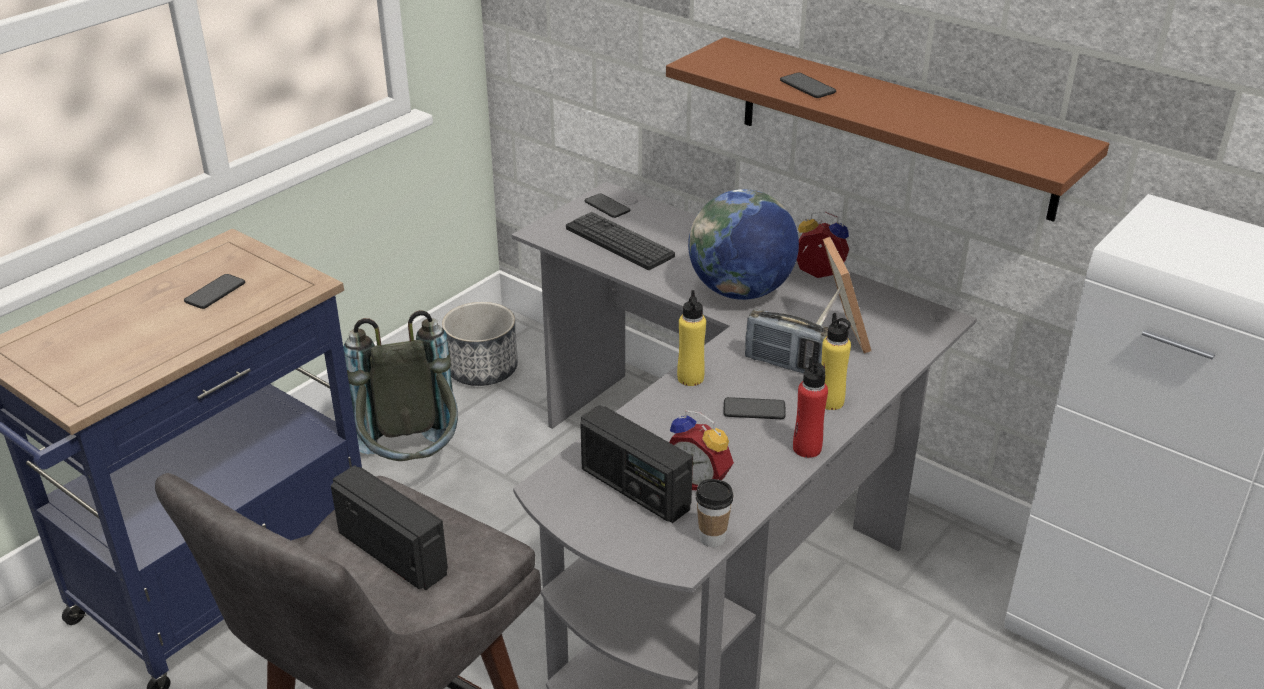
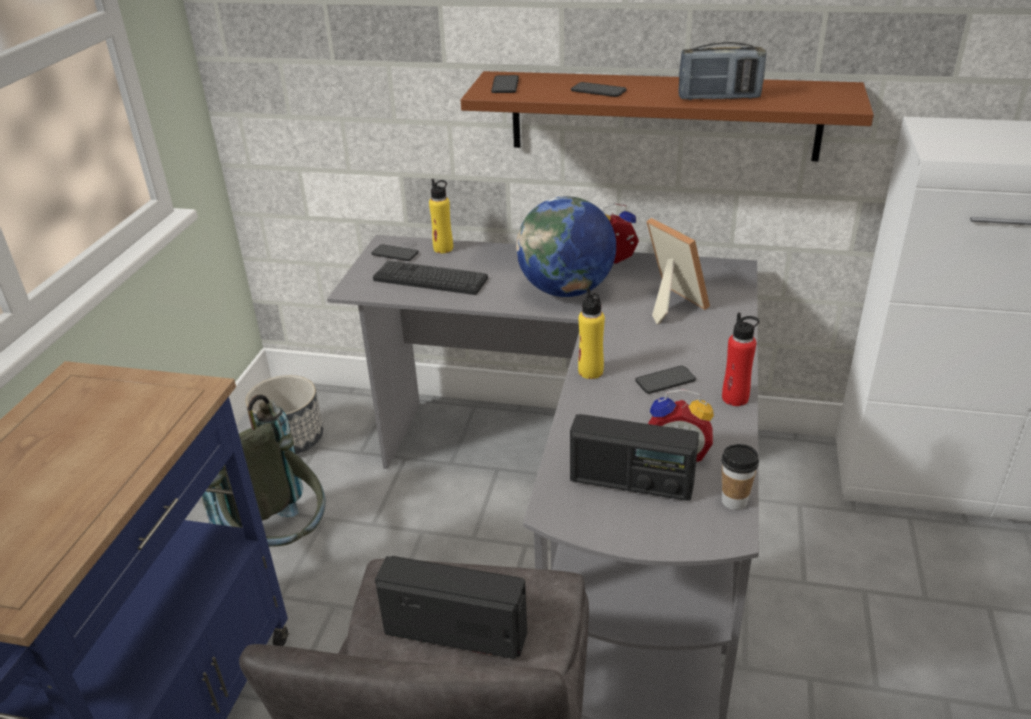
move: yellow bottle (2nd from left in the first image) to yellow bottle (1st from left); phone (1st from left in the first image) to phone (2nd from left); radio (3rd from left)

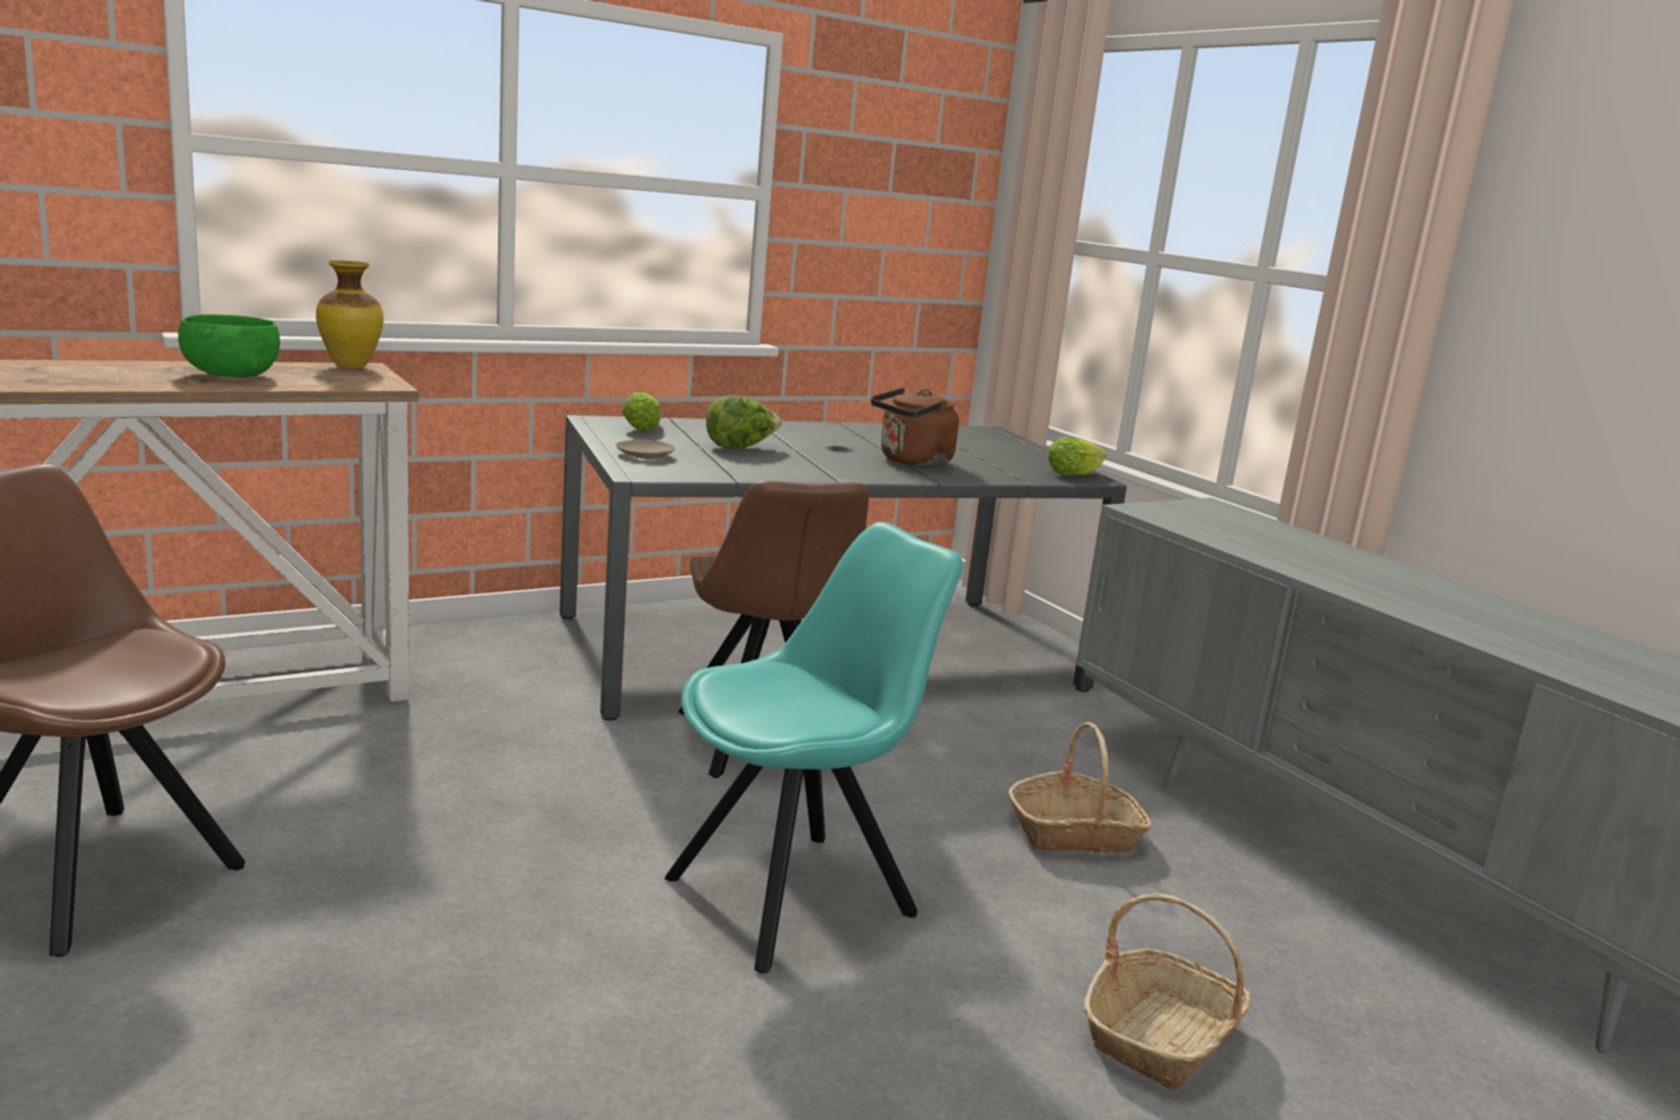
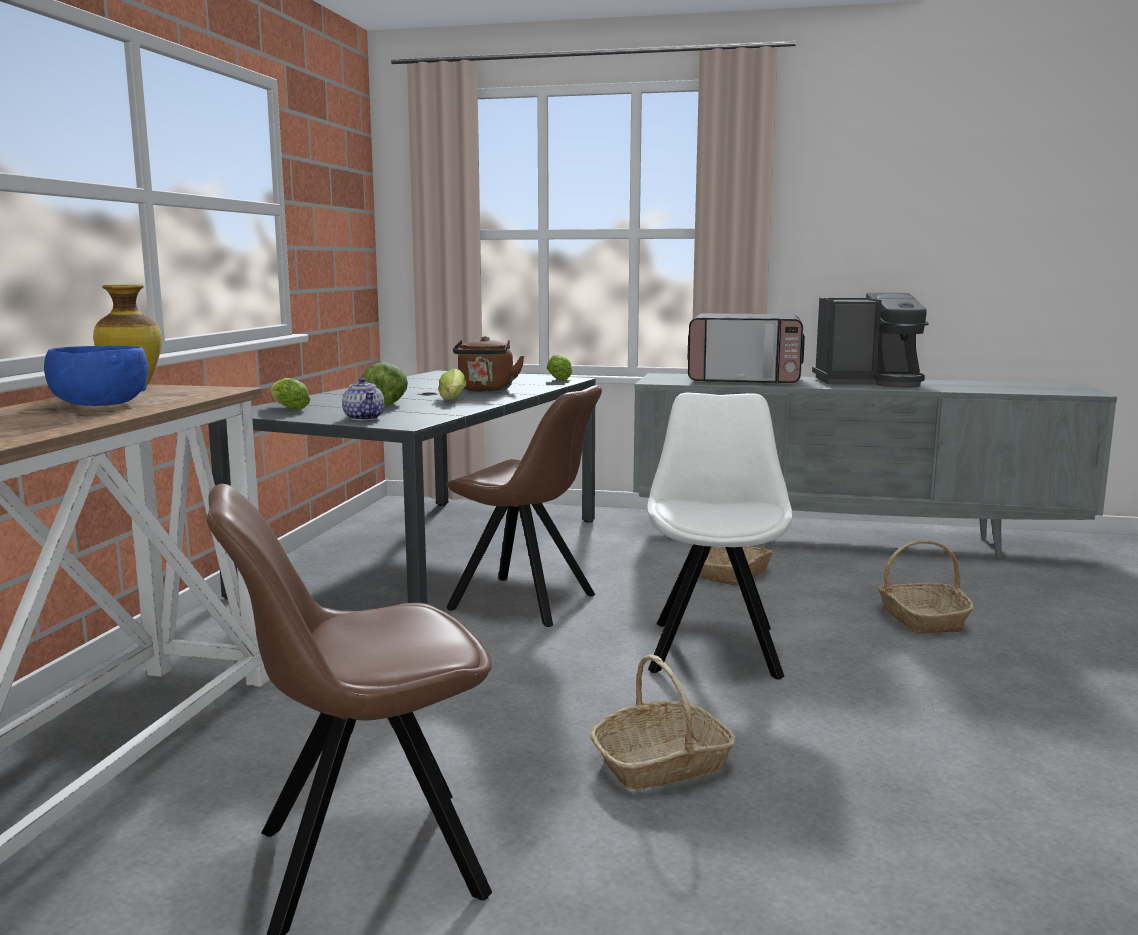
insert: lettuce (3rd from left); basket (1st from left); microwave; coffee machine
replace: beige plate to teapot
recolor: green bowl to blue bowl; turquoise chair to white chair

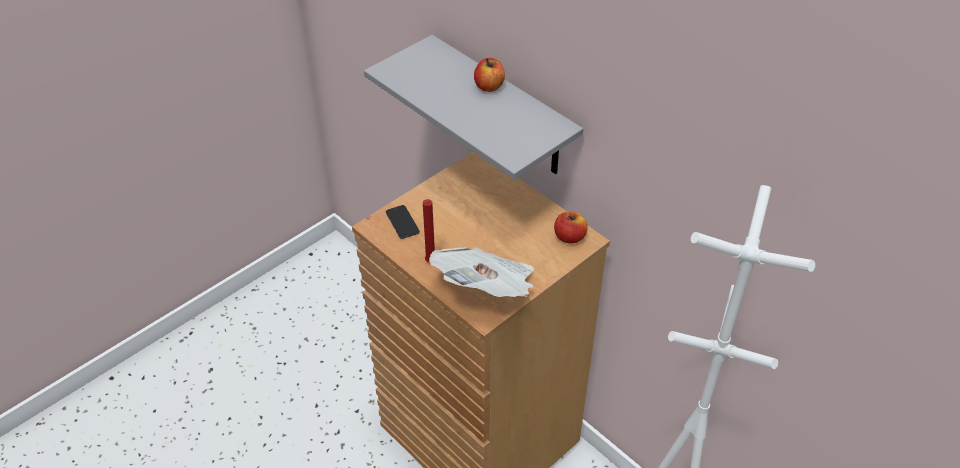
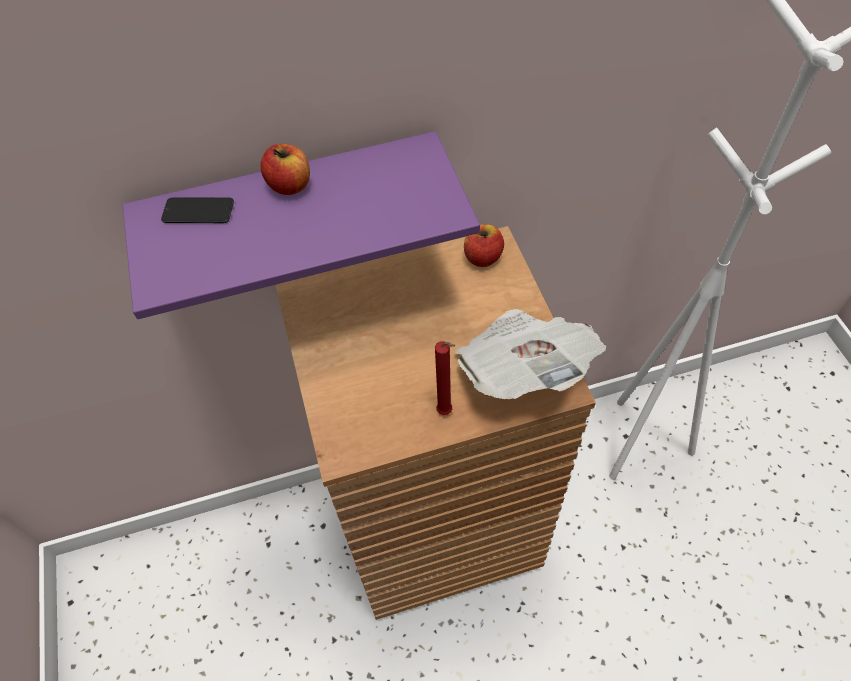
move: phone
recolor: grey shelf to purple shelf

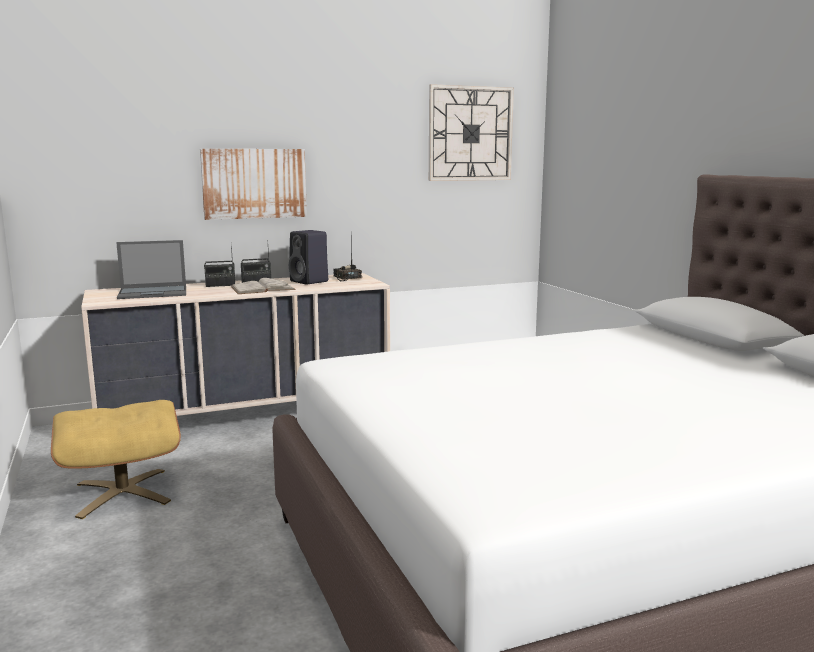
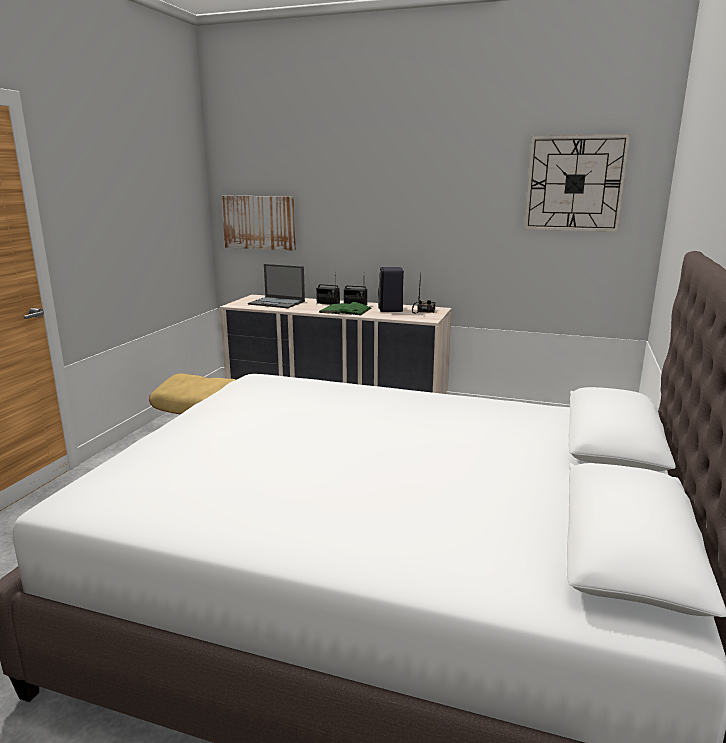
move: picture
recolor: white book to green book

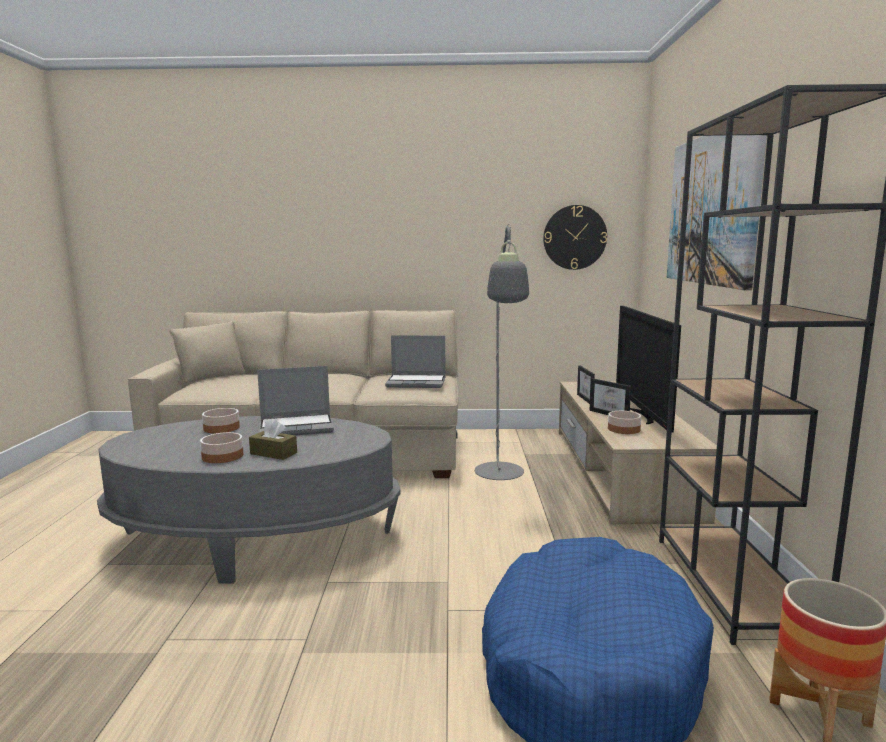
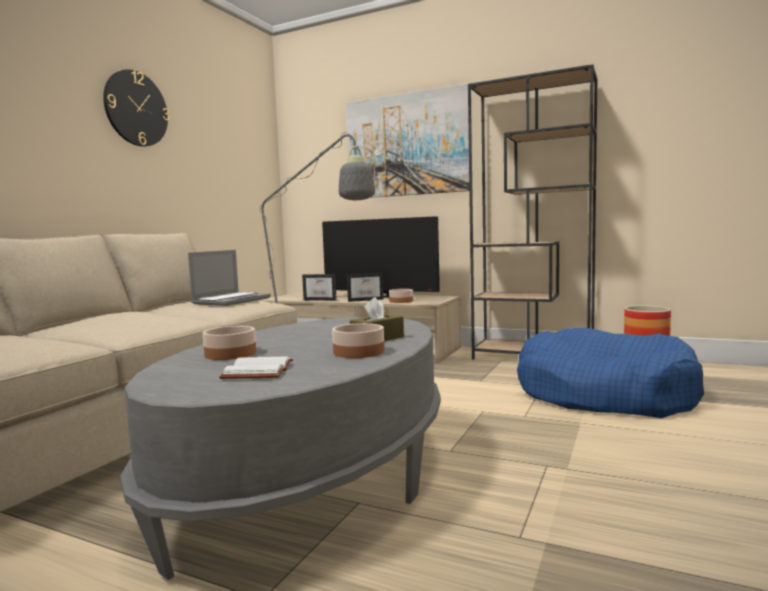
delete: laptop (1st from left)
insert: white book
move: wall clock

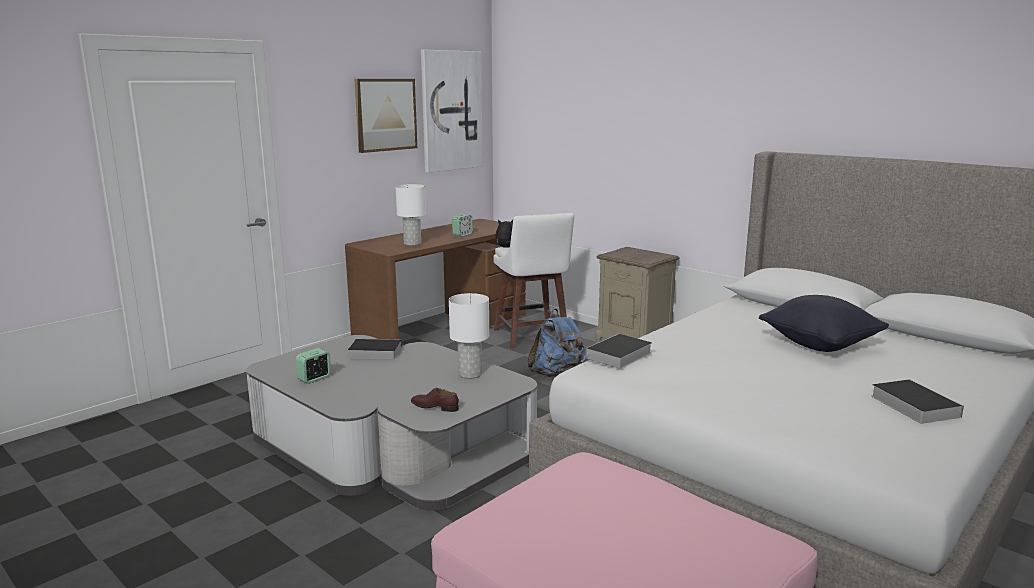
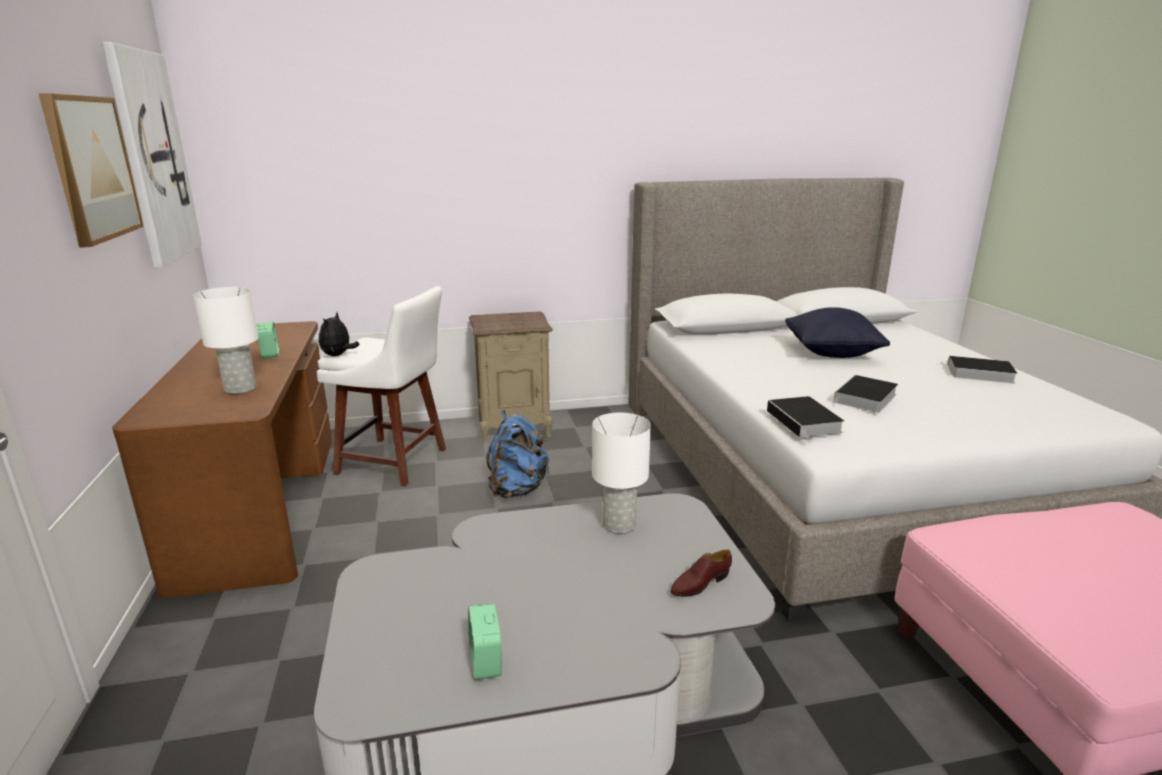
move: book (1st from left in the first image) to book (2nd from left)

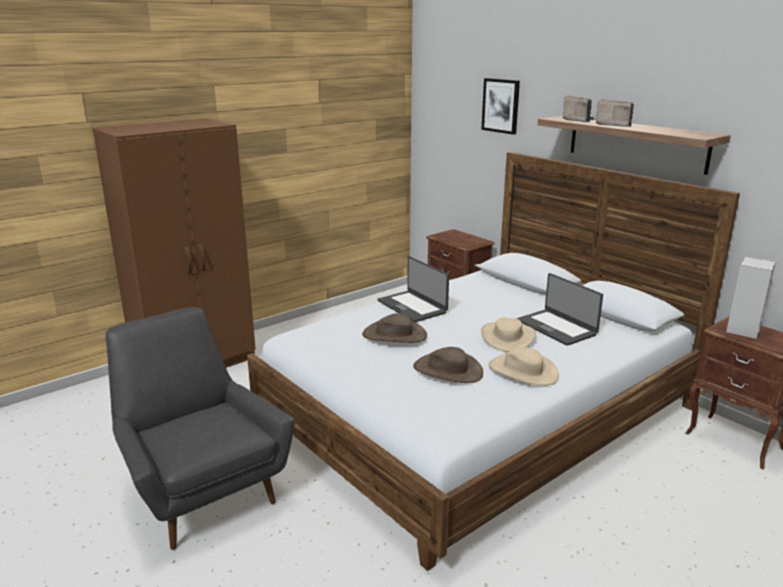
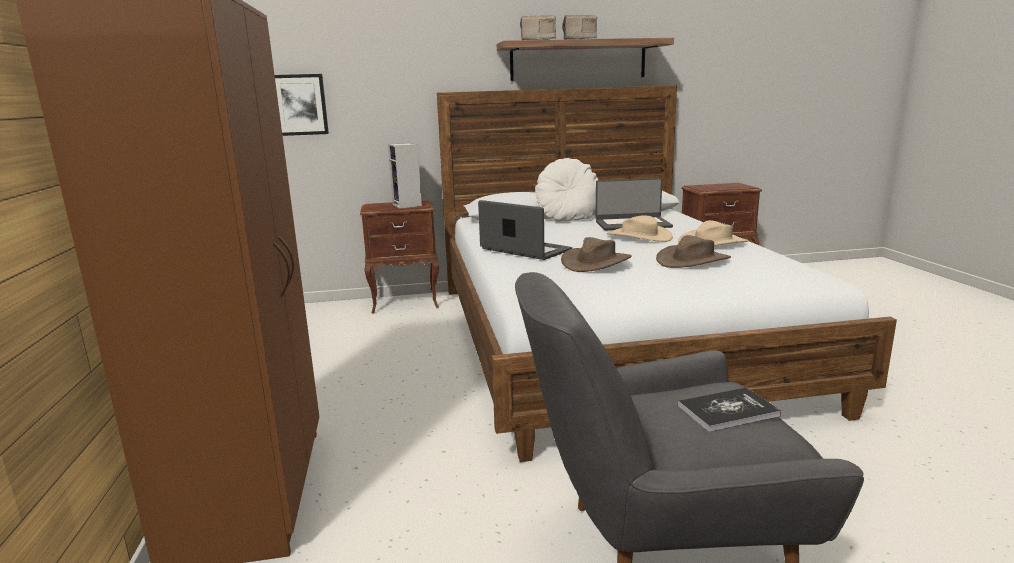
insert: white pillow; book
move: picture; speaker
rotate: laptop (1st from left) 135 degrees counterclockwise

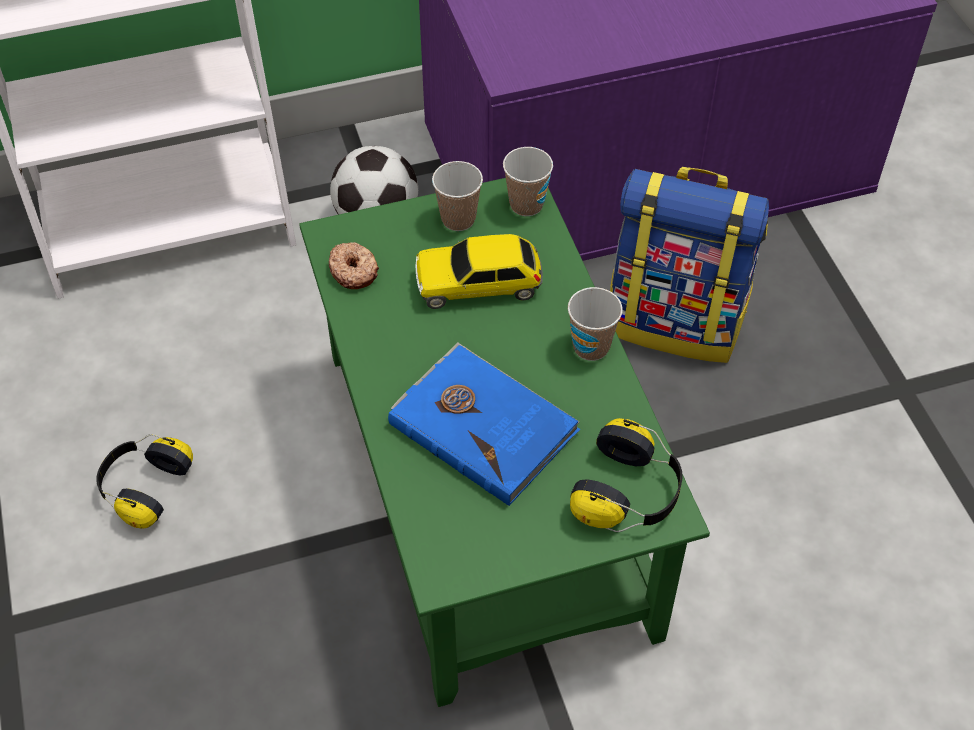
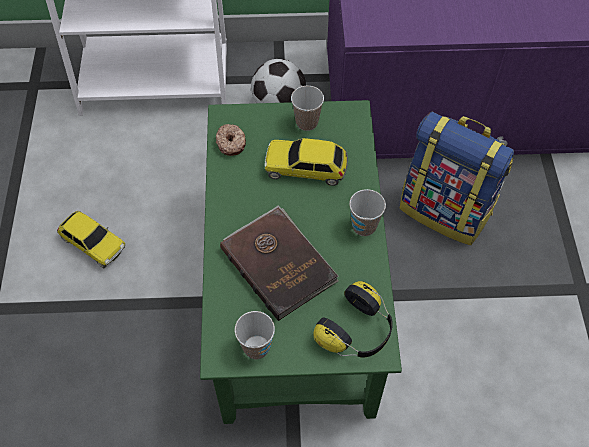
move: cup (2nd from left in the first image) to cup (1st from left)
replace: headphones (1st from left) to toy car (1st from left)
recolor: blue book to brown book

